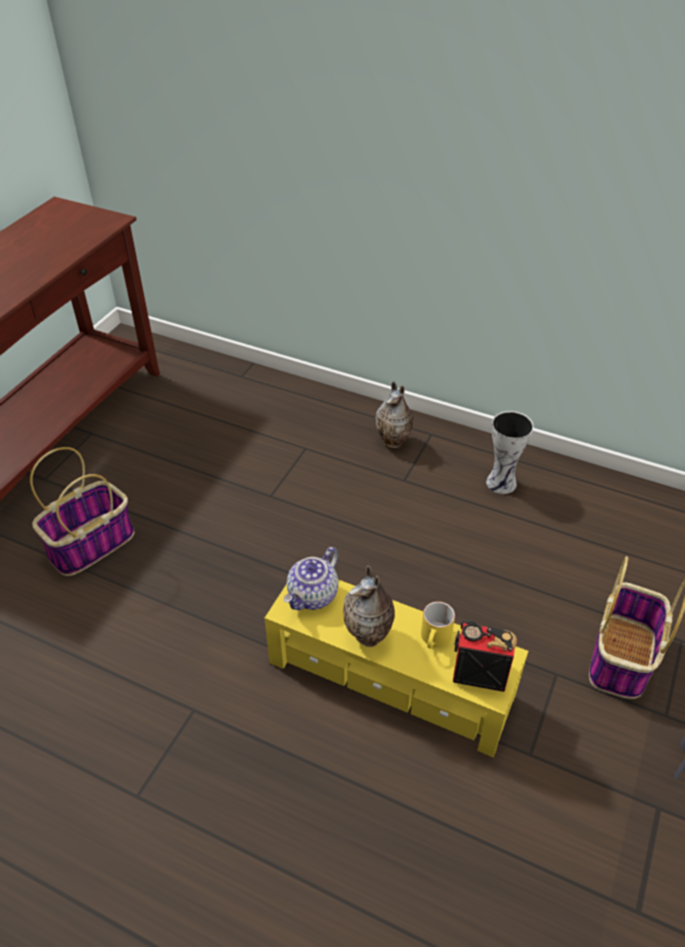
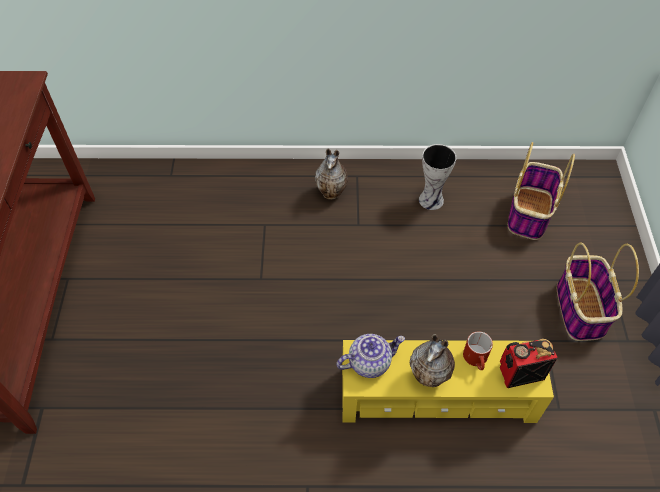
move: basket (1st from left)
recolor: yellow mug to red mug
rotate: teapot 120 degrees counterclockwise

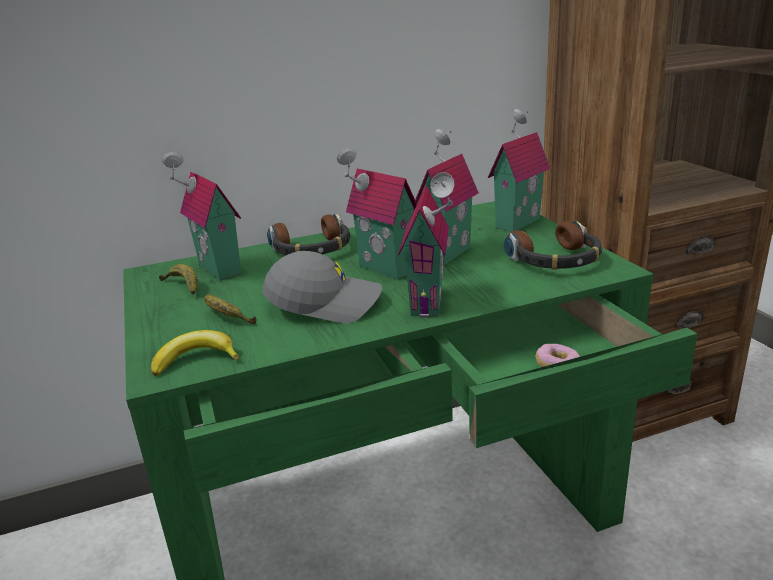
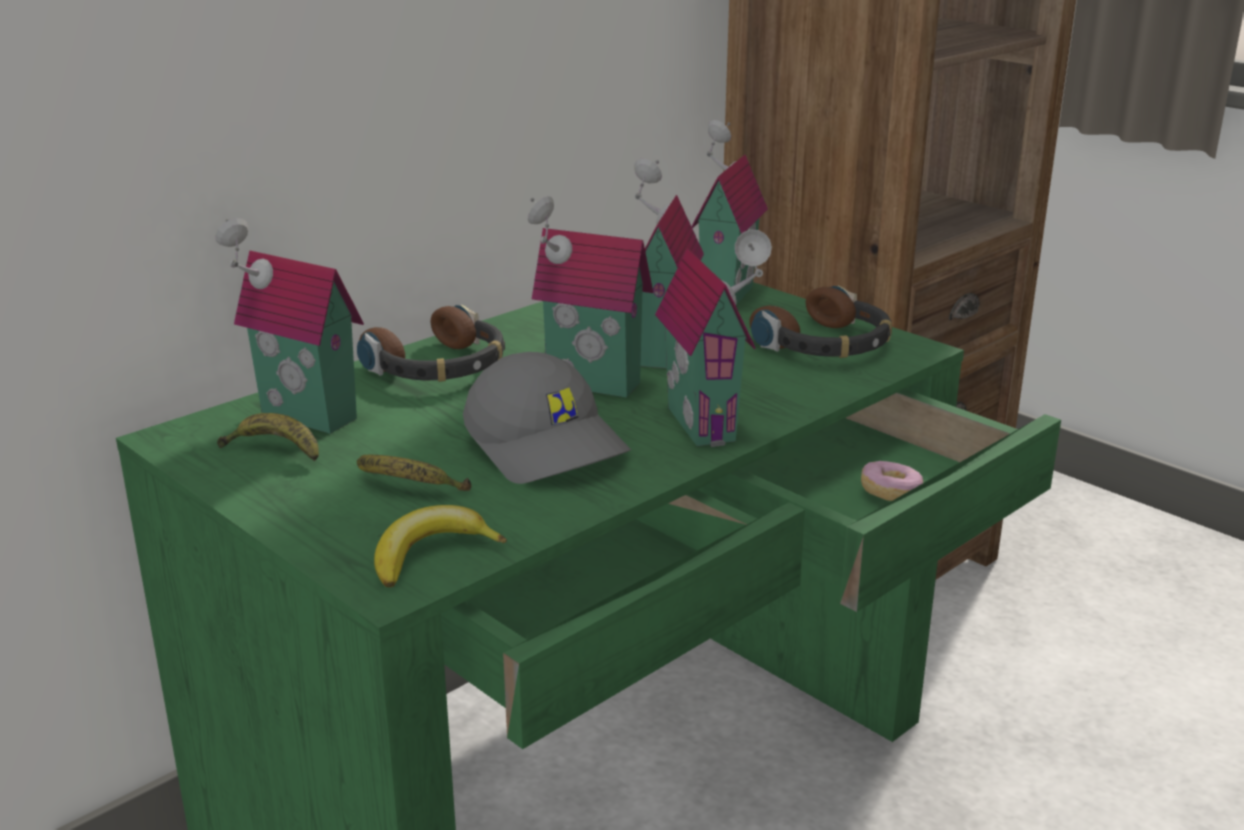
rotate: grey cap 75 degrees clockwise

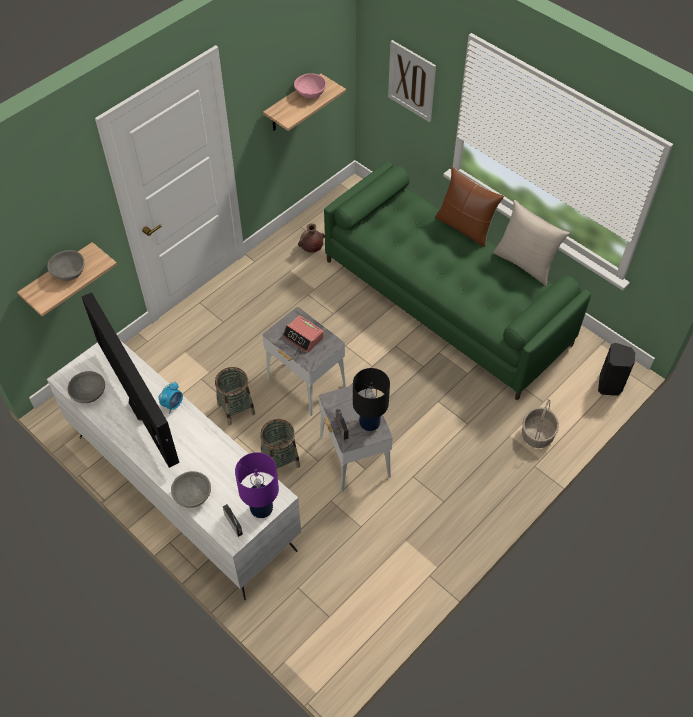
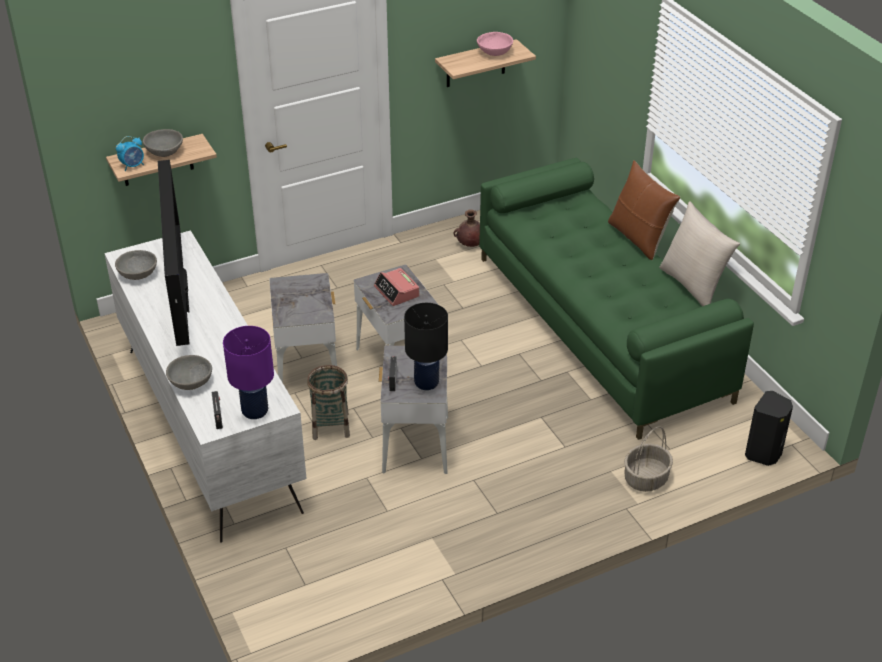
delete: picture
move: alarm clock (1st from left)
replace: basket (1st from left) to side table (1st from left)

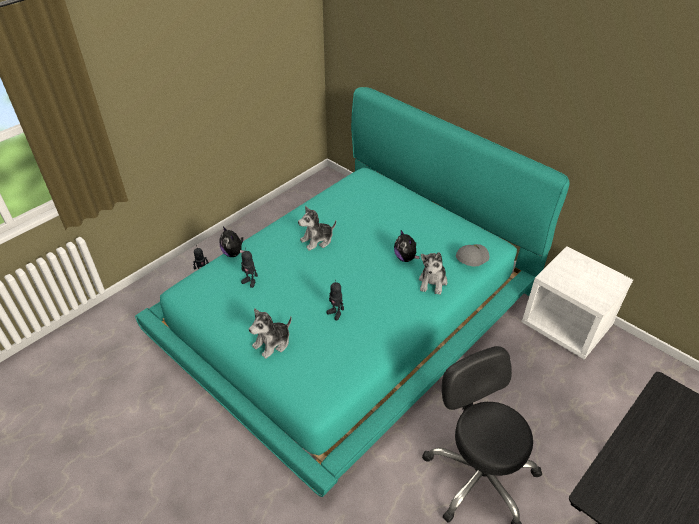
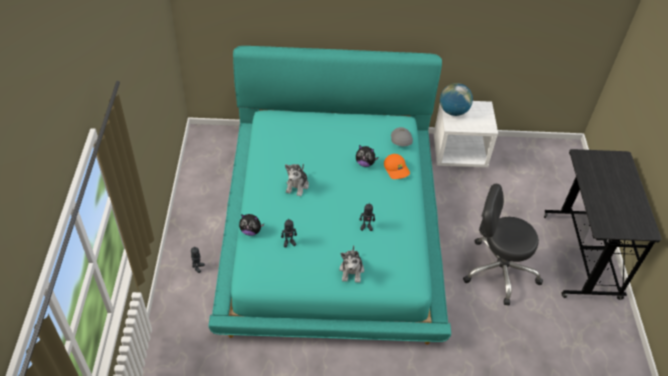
insert: globe
replace: plush toy (5th from left) to orange cap

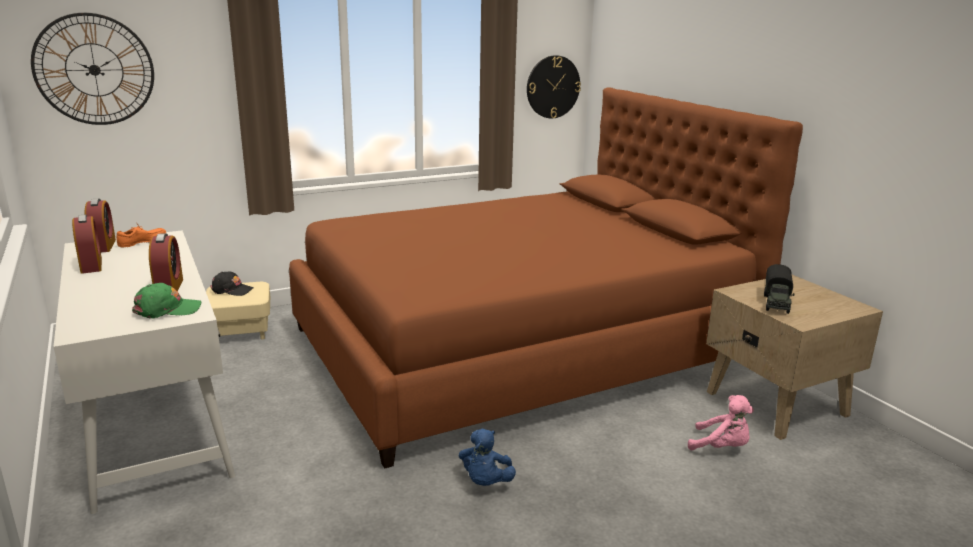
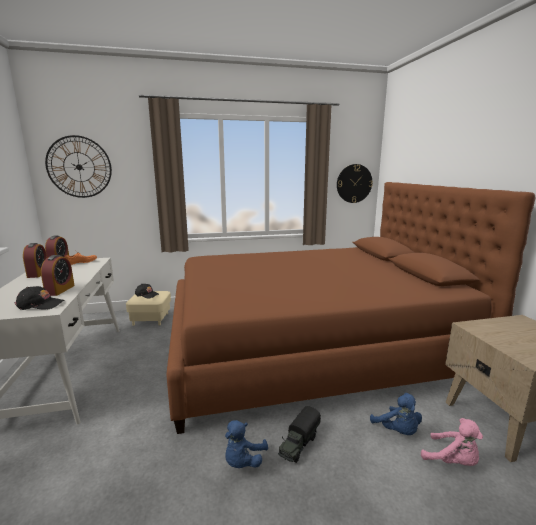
insert: blue plush toy (2nd from left)
move: toy truck
recolor: green cap to black cap (1st from left)

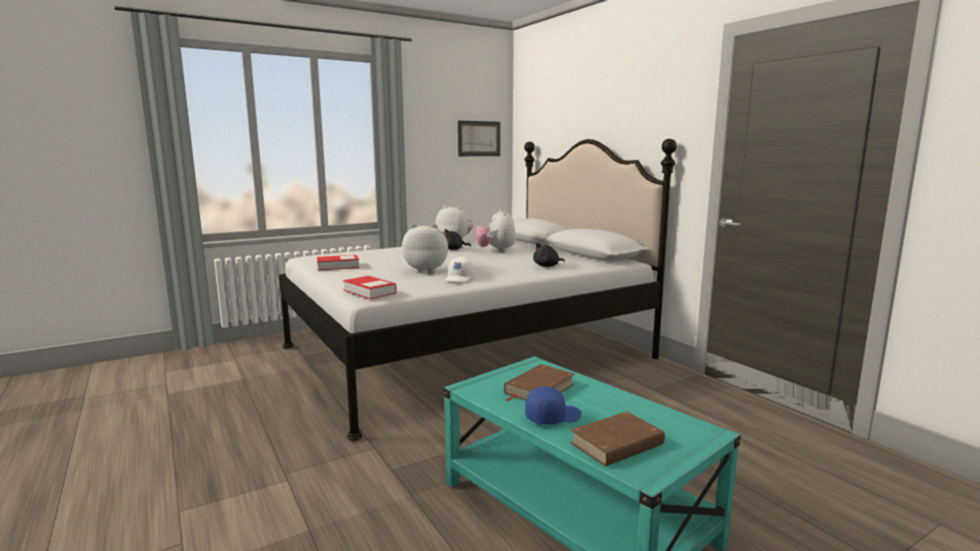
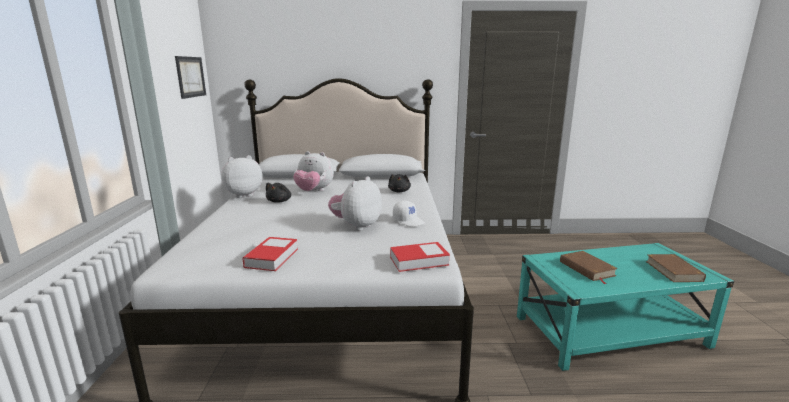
delete: blue cap

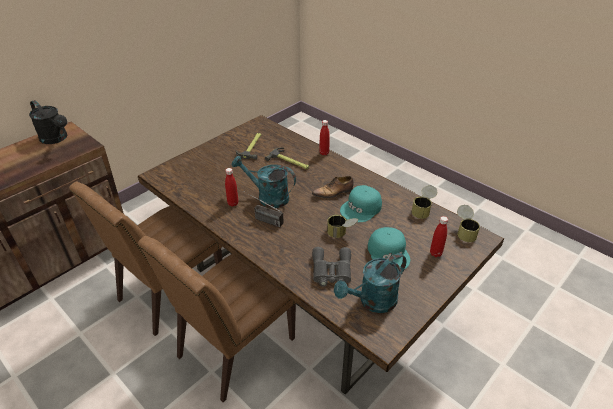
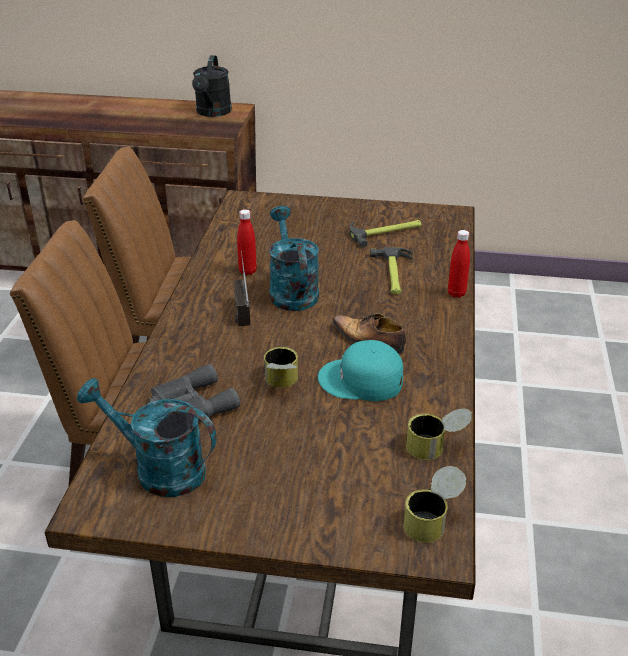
delete: turquoise cap (2nd from left); red bottle (3rd from left)

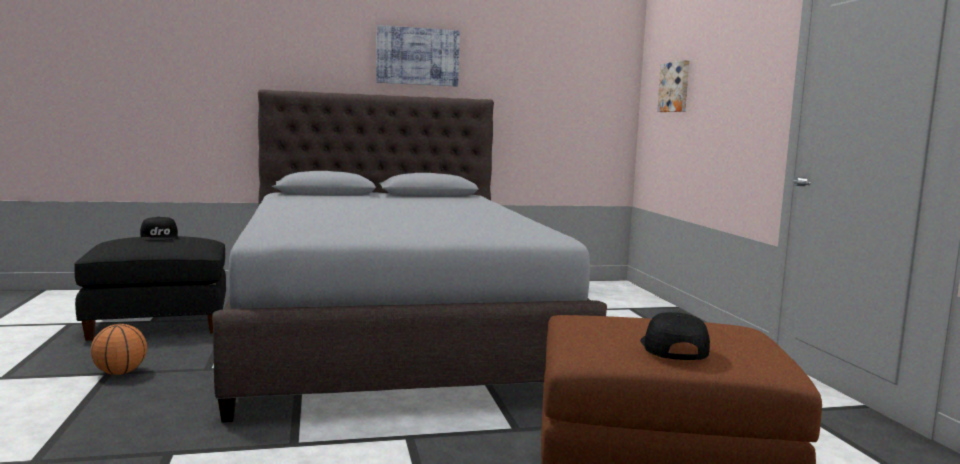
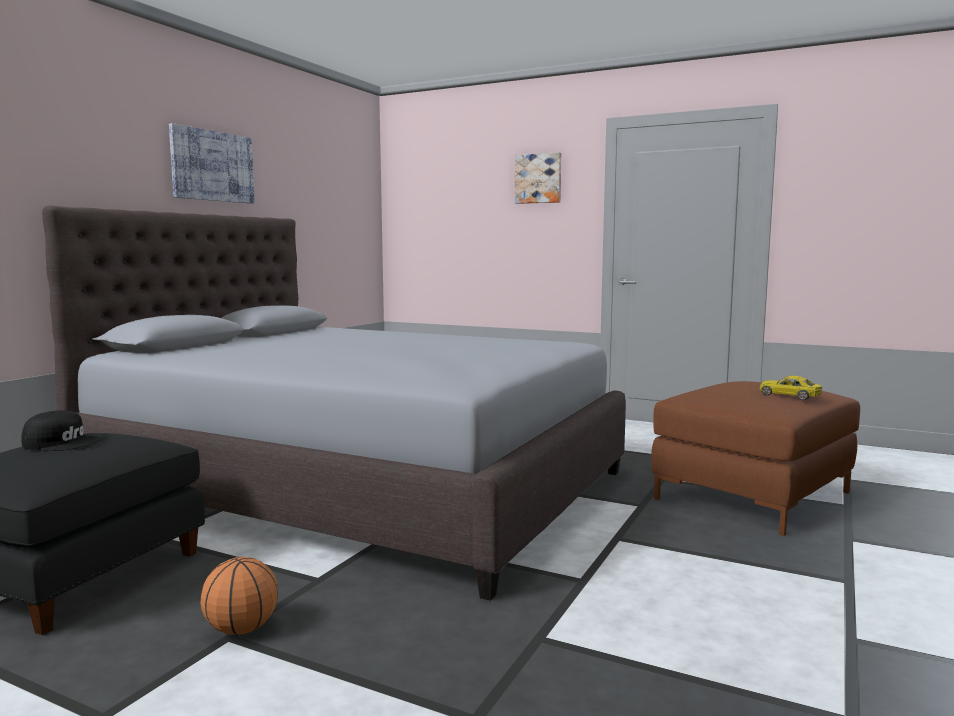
move: picture (2nd from left)
replace: black cap (2nd from left) to yellow toy car

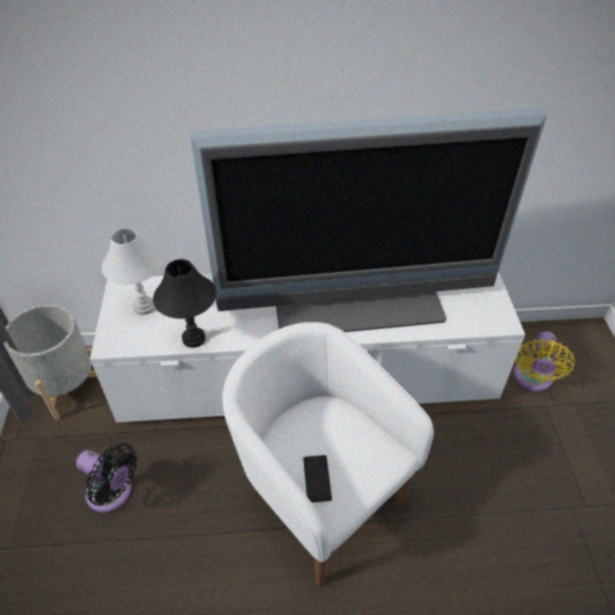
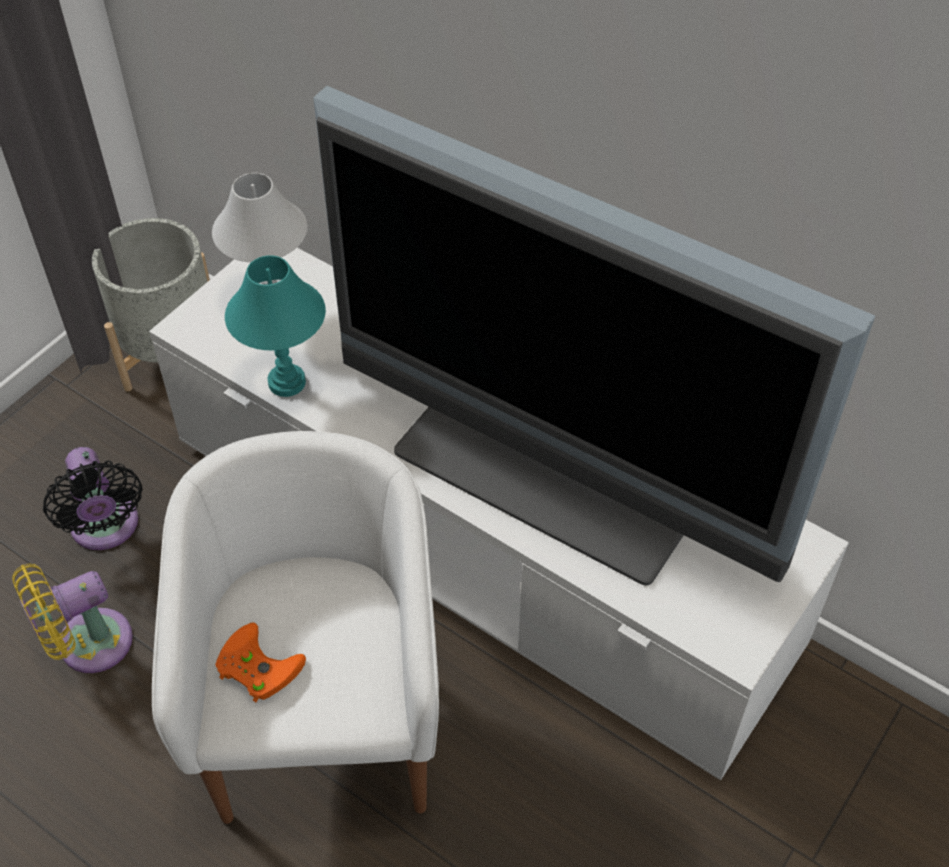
move: yellow fan
replace: phone to orange game controller
recolor: black table lamp to turquoise table lamp

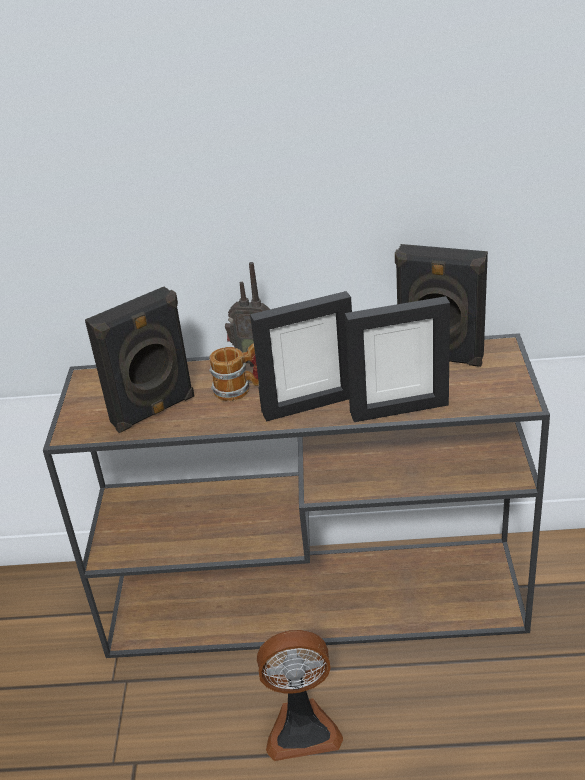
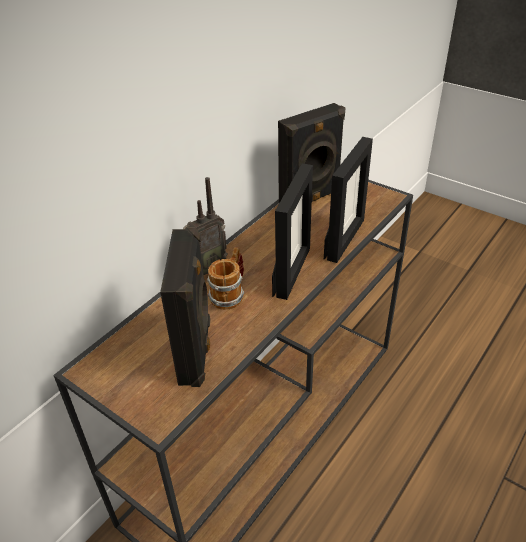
delete: fan

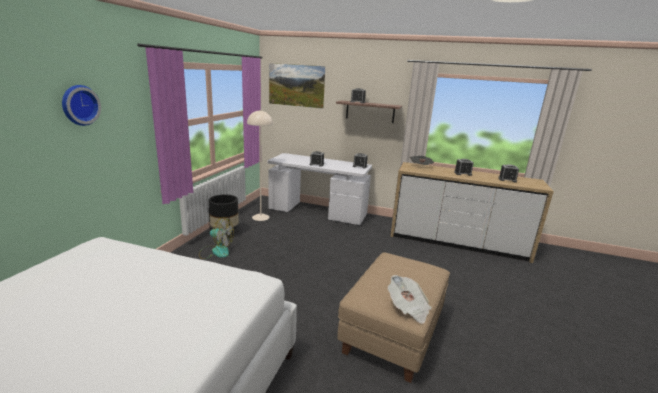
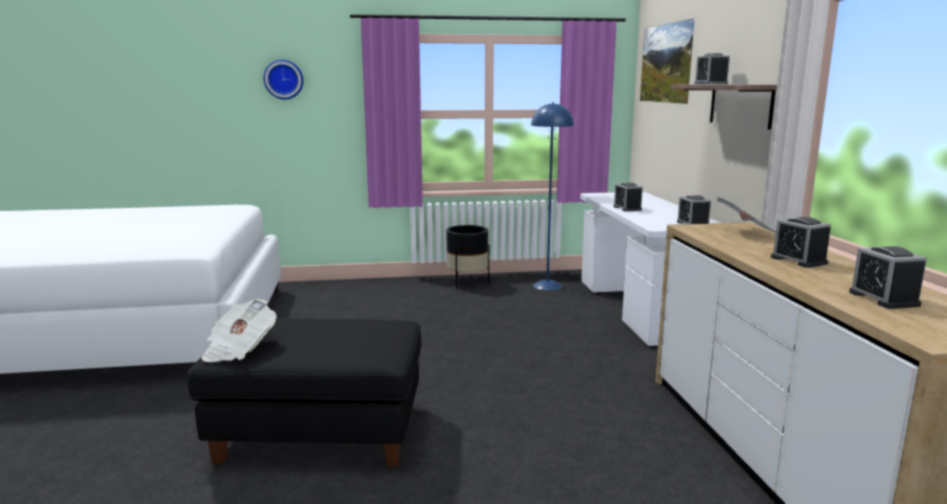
delete: fan
recolor: beige ottoman to black ottoman; beige floor lamp to blue floor lamp

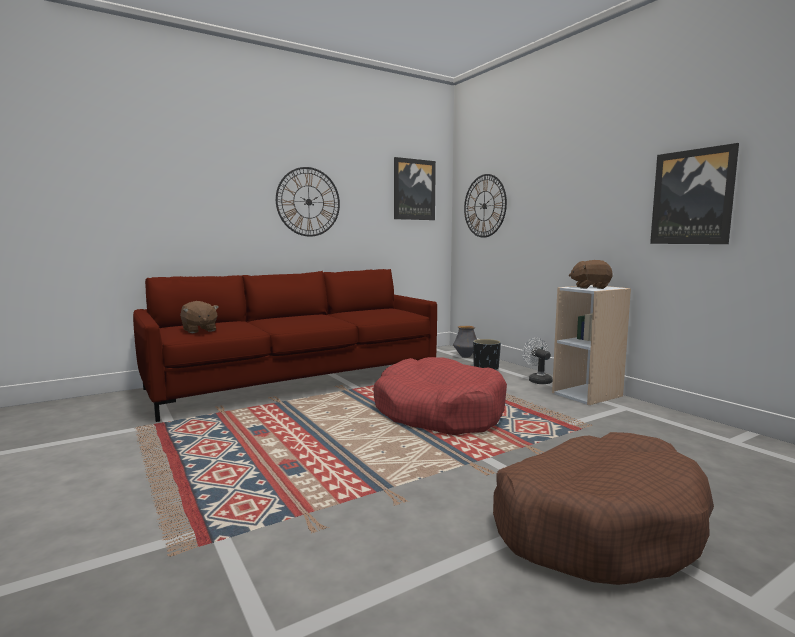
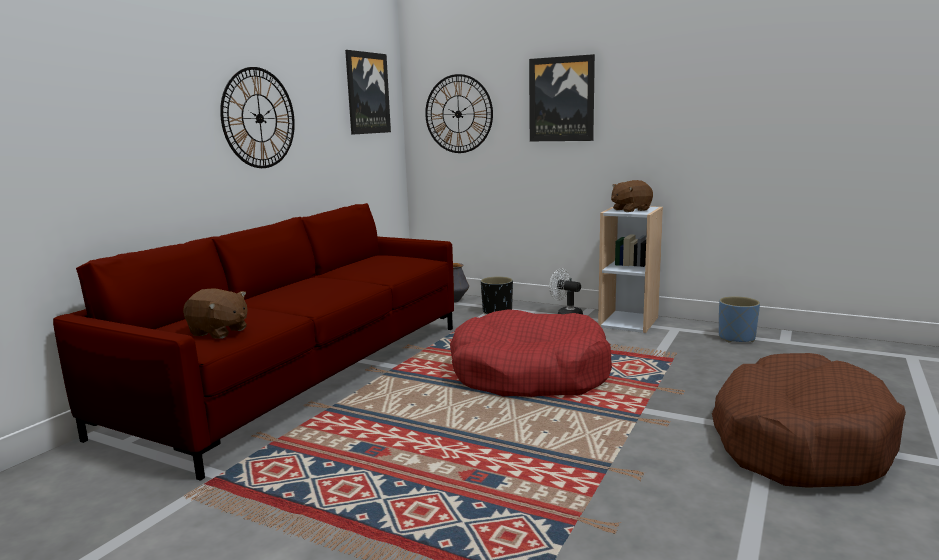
insert: blue planter
move: picture (2nd from left)

